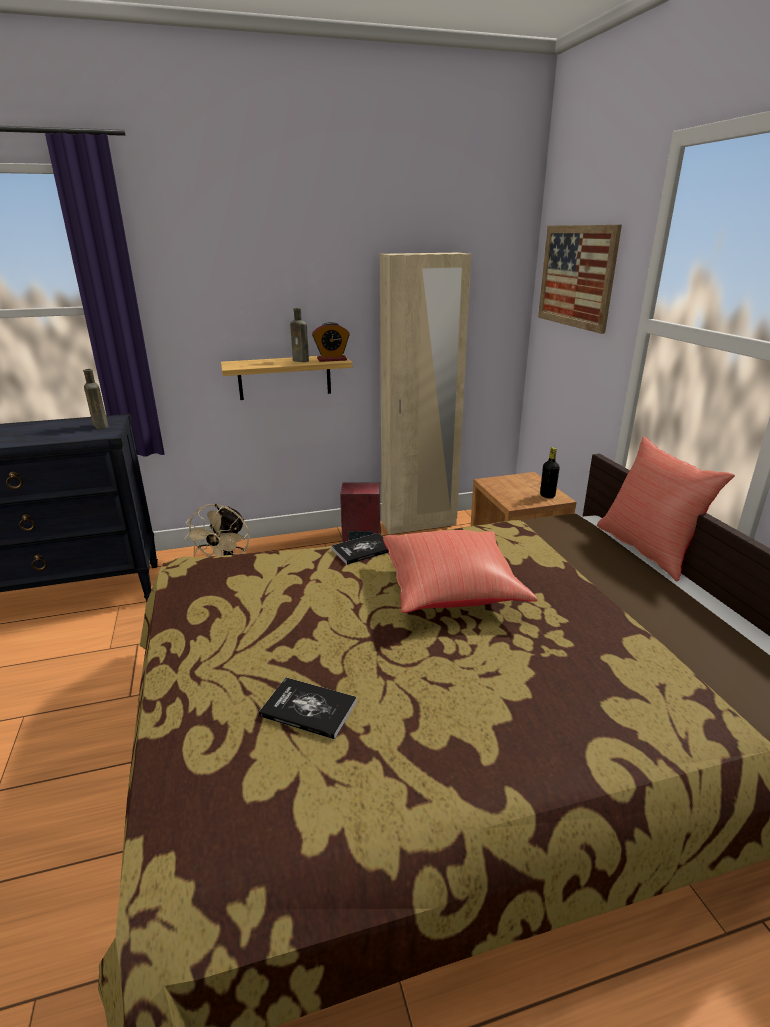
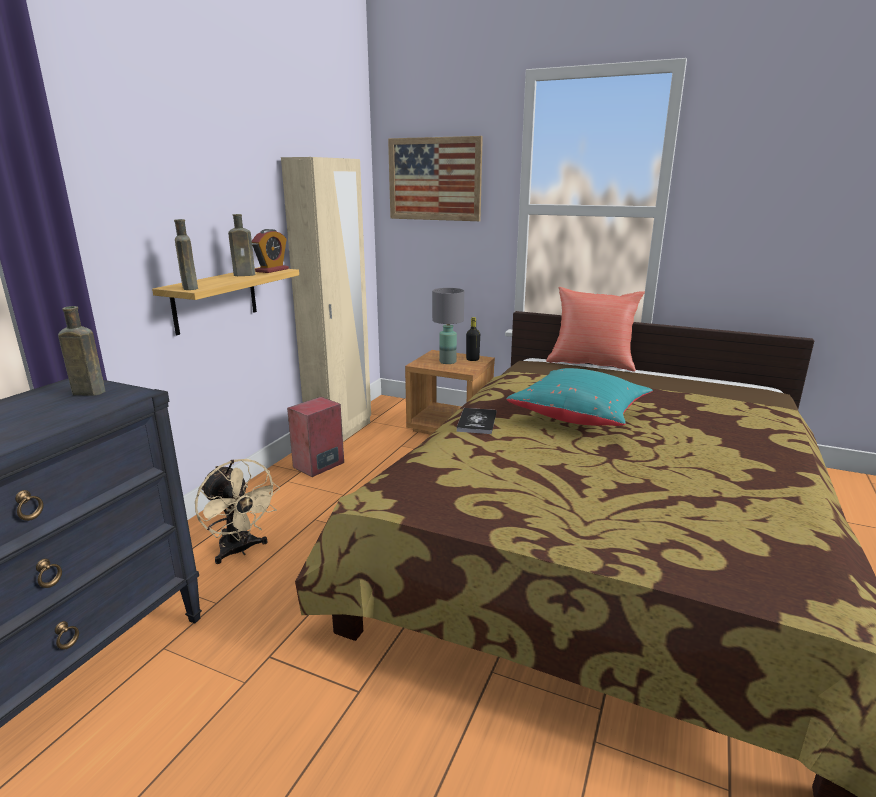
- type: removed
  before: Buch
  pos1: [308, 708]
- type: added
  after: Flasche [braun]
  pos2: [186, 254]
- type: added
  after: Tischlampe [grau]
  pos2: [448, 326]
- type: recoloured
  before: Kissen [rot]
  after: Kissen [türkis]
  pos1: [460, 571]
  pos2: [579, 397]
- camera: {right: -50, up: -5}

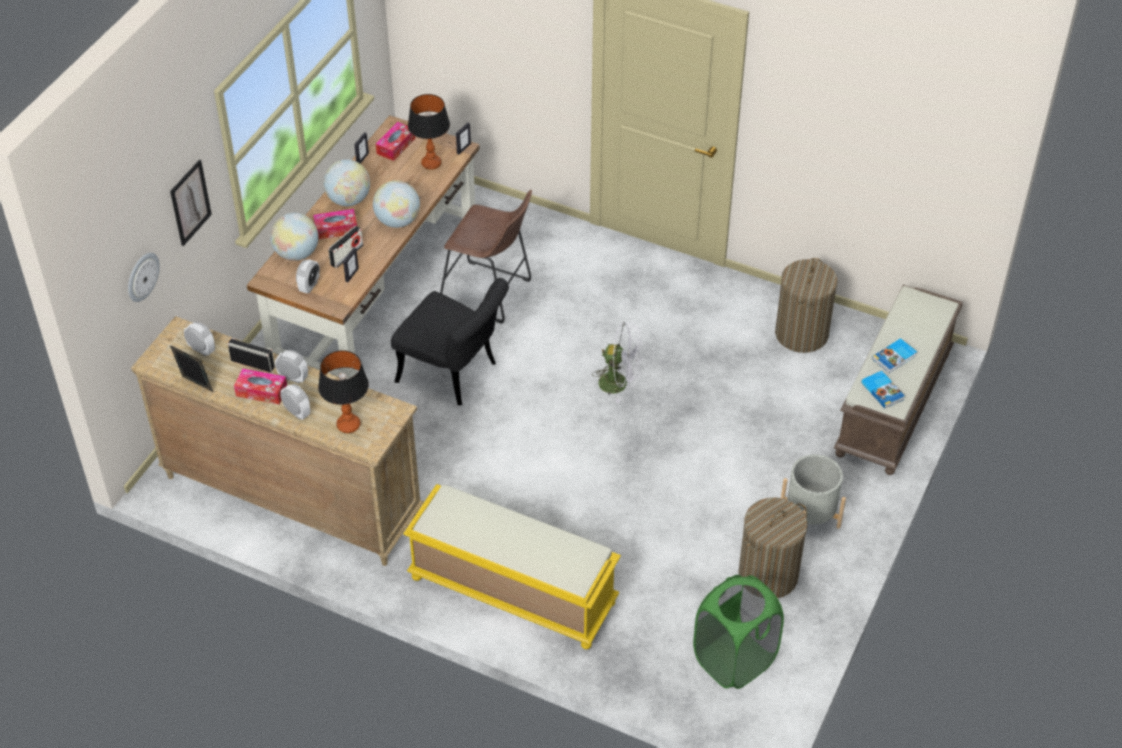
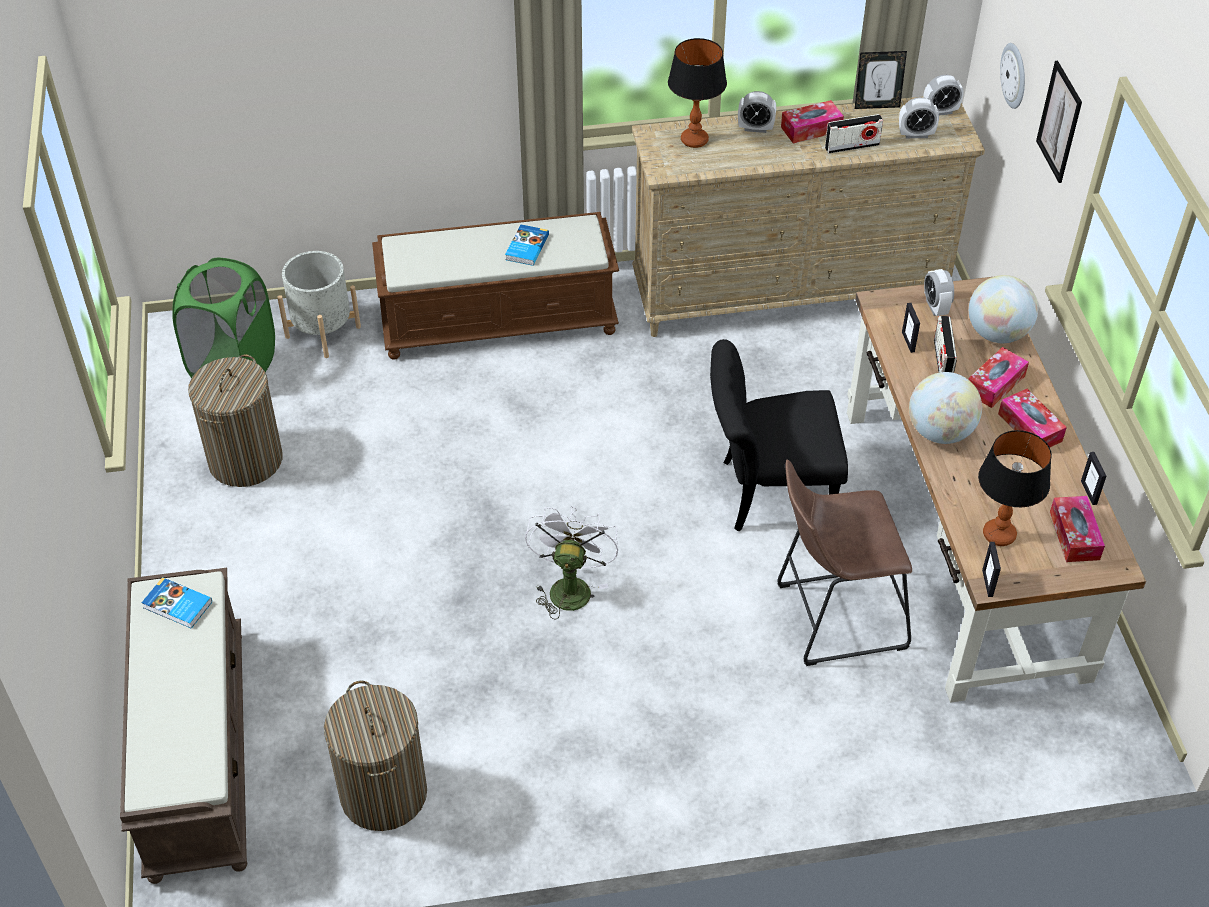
- type: moved
  before: Wecker
  pos1: [291, 366]
  pos2: [943, 95]
- type: moved
  before: Pflanzkübel [grau]
  pos1: [813, 491]
  pos2: [319, 304]
- type: moved
  before: Buch
  pos1: [894, 355]
  pos2: [527, 245]
- type: replaced
  before: Globus
  after: Taschentuchbox
  pos1: [346, 182]
  pos2: [1032, 418]
- type: recoloured
  before: Bank [gelb]
  after: Bank [braun]
  pos1: [512, 566]
  pos2: [495, 286]
- type: turned
  before: Ventilator [weiß]
  pos1: [617, 362]
  pos2: [571, 563]
  turn: 120
- camera: {right: 145, up: 0}

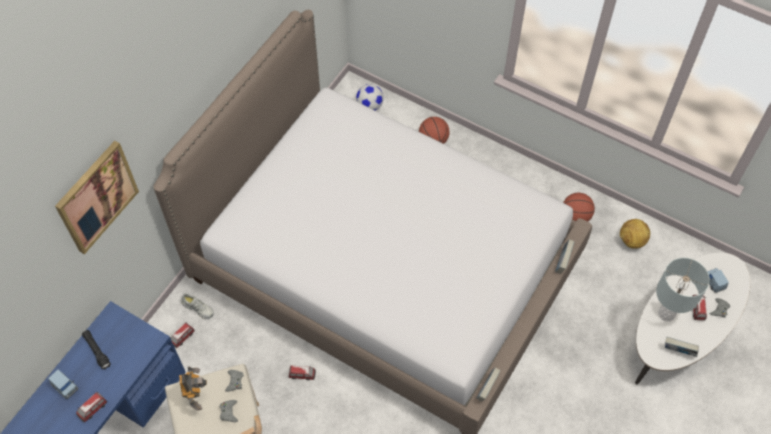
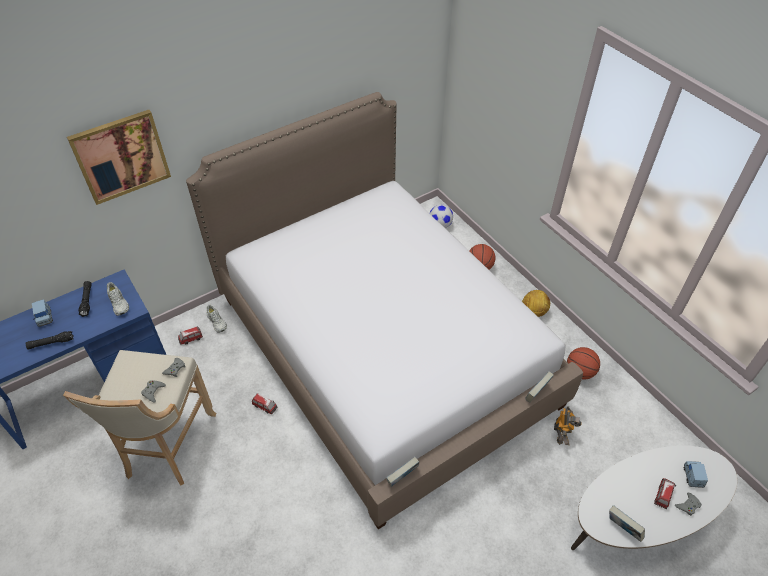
- type: removed
  before: Tischlampe [grau]
  pos1: [683, 289]
- type: added
  after: Schuh [weiß]
  pos2: [118, 299]
- type: moved
  before: Spielzeugroboter
  pos1: [193, 388]
  pos2: [568, 425]
- type: moved
  before: Fußball
  pos1: [635, 233]
  pos2: [536, 303]
- type: replaced
  before: Spielzeugauto
  after: Taschenlampe [schwarz]
  pos1: [92, 407]
  pos2: [50, 340]
- camera: {right: 25, up: -10}

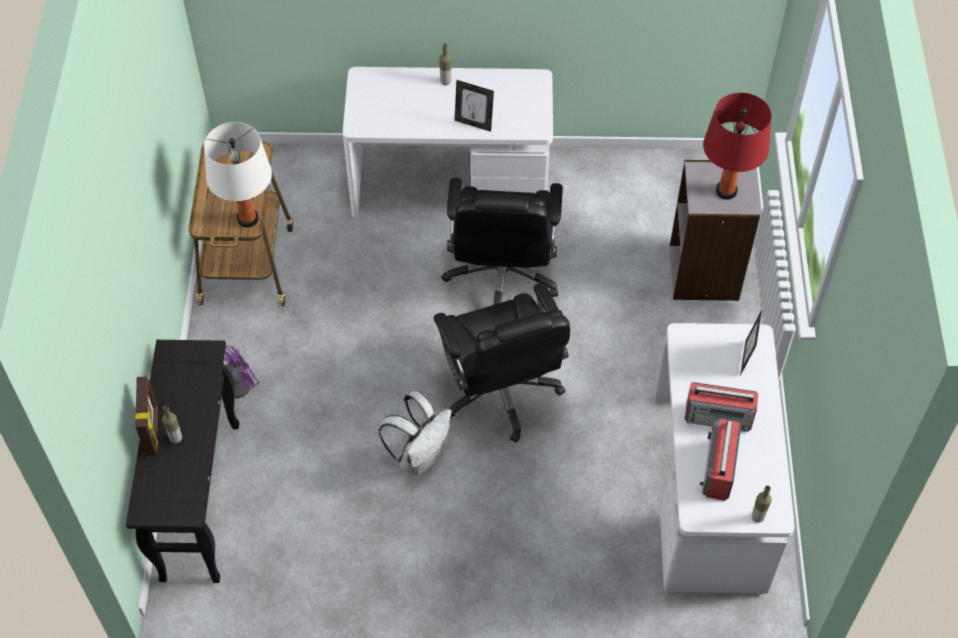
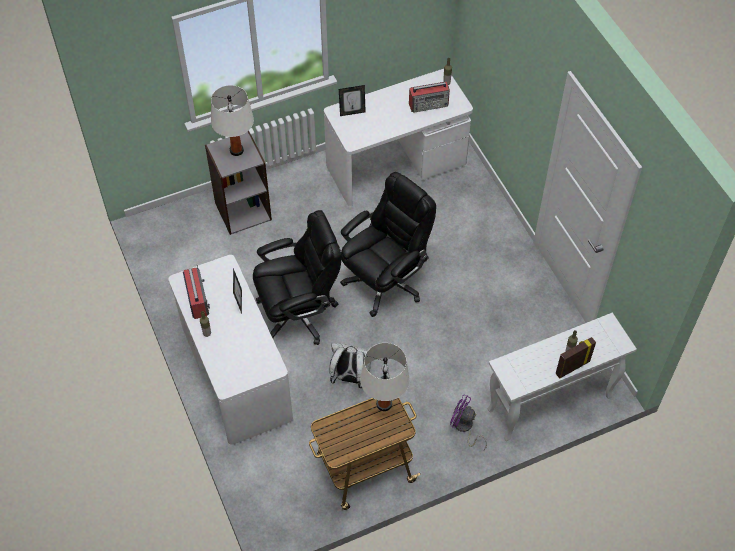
- type: moved
  before: Rucksack [weiß]
  pos1: [415, 433]
  pos2: [350, 365]
- type: moved
  before: Radio
  pos1: [721, 407]
  pos2: [196, 292]
- type: recoloured
  before: Konsolentisch [schwarz]
  after: Konsolentisch [weiß]
  pos1: [182, 461]
  pos2: [562, 377]
- type: recoloured
  before: Tischlampe [rot]
  after: Tischlampe [weiß]
  pos1: [737, 146]
  pos2: [232, 120]
- camera: {right: -115, up: 0}

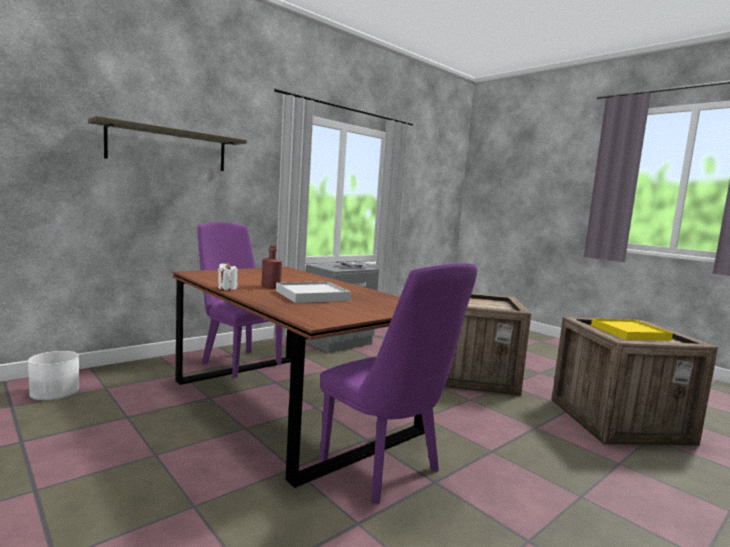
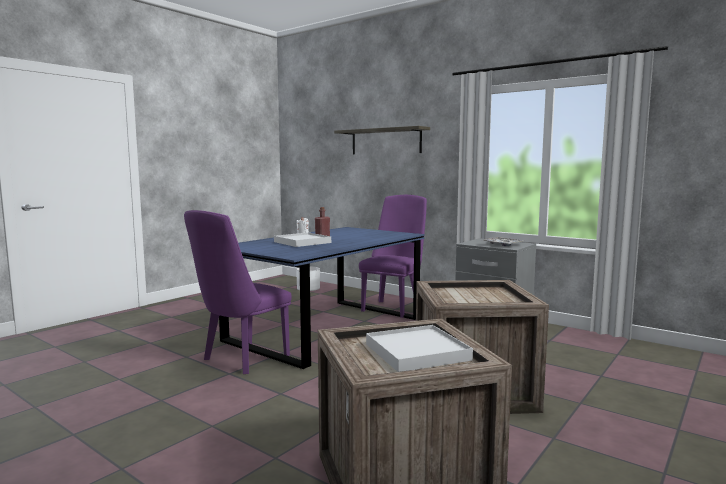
- type: recoloured
  before: Esstisch [braun]
  after: Esstisch [blau]
  pos1: [299, 377]
  pos2: [322, 298]
- type: recoloured
  before: Tablett [gelb]
  after: Tablett [weiß]
  pos1: [632, 329]
  pos2: [419, 348]
- camera: {right: 80, up: 0}

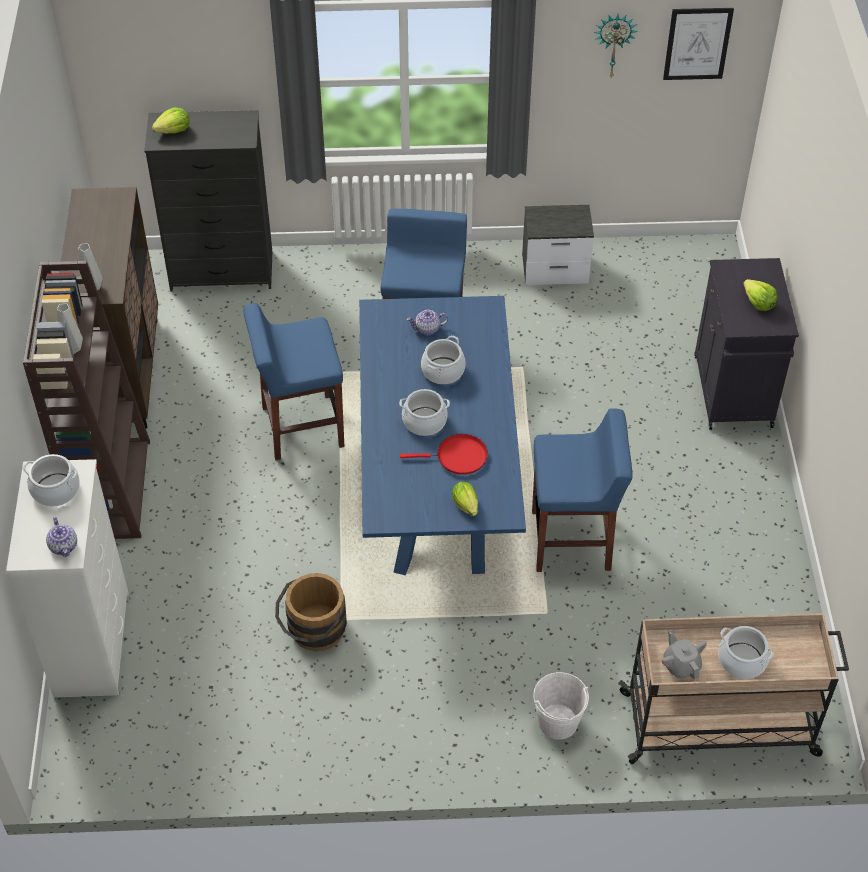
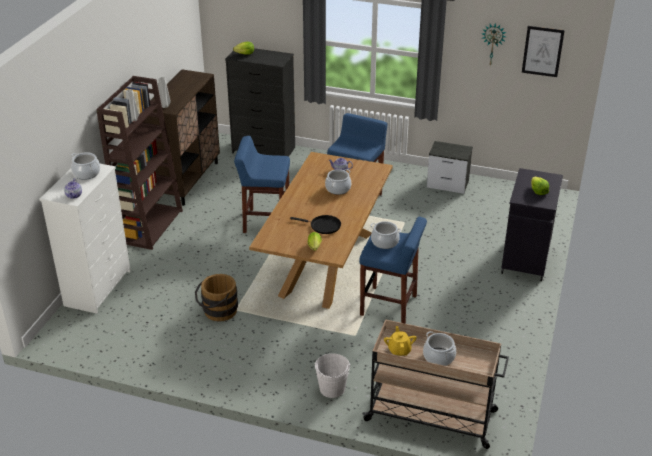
- type: moved
  before: Kochtopf
  pos1: [424, 412]
  pos2: [385, 235]
- type: recoloured
  before: Esstisch [blau]
  after: Esstisch [braun]
  pos1: [442, 435]
  pos2: [321, 230]
- type: recoloured
  before: Pfanne [rot]
  after: Pfanne [schwarz]
  pos1: [444, 454]
  pos2: [315, 224]
- type: recoloured
  before: Teekanne [grau]
  after: Teekanne [gelb]
  pos1: [684, 654]
  pos2: [400, 341]
- camera: {right: 20, up: -15}

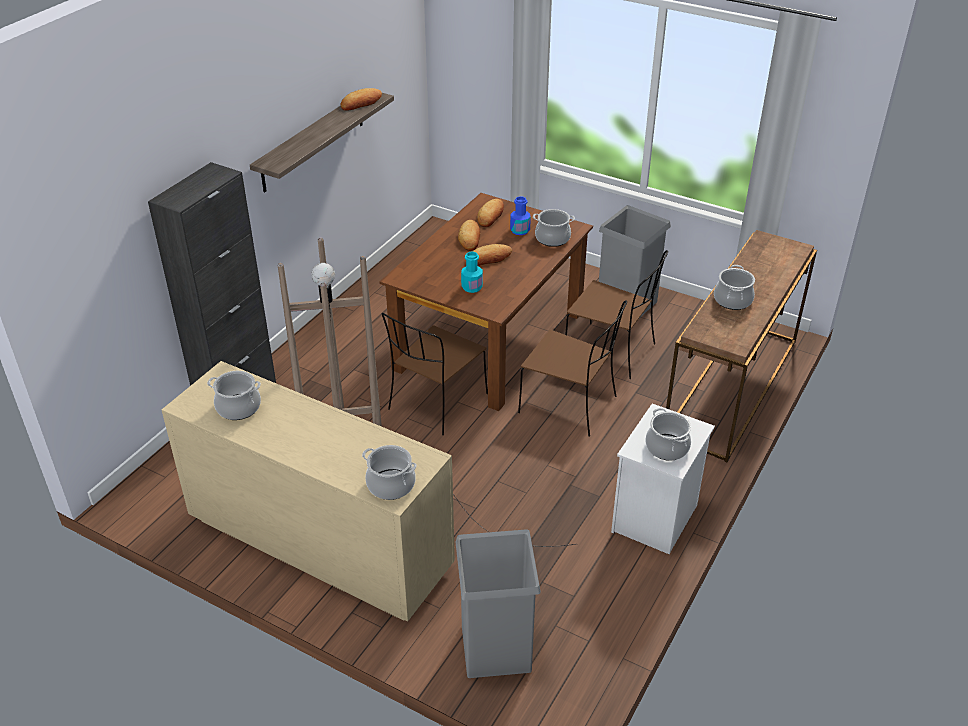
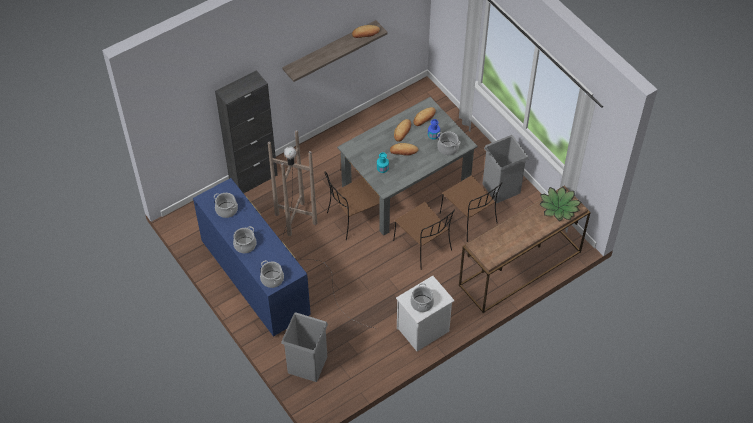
- type: added
  after: Topfpflanze
  pos2: [560, 204]
- type: moved
  before: Kochtopf
  pos1: [734, 287]
  pos2: [245, 239]
- type: recoloured
  before: Kommode [beige]
  after: Kommode [blau]
  pos1: [308, 491]
  pos2: [252, 257]
- type: recoloured
  before: Esstisch [braun]
  after: Esstisch [grau]
  pos1: [486, 302]
  pos2: [407, 166]
- camera: {right: 25, up: 15}

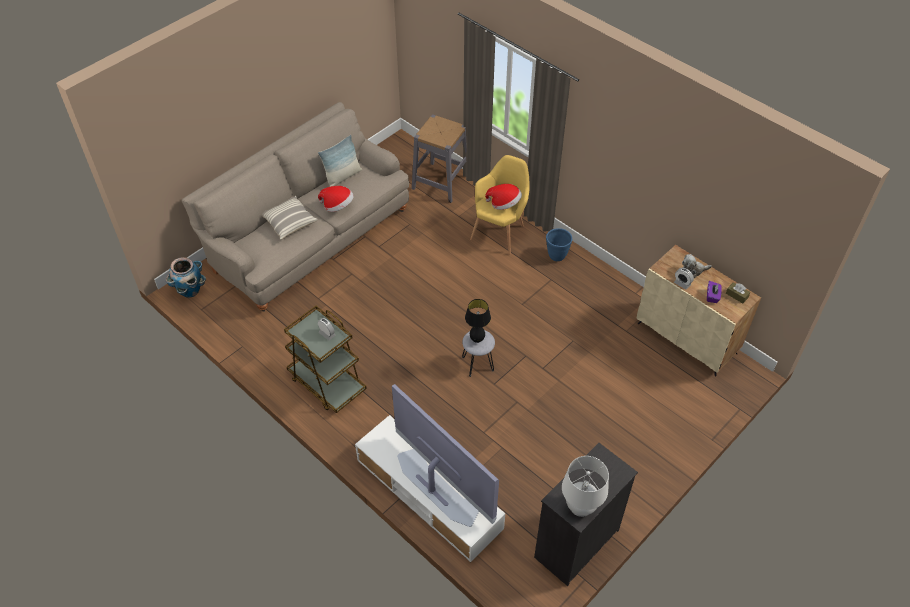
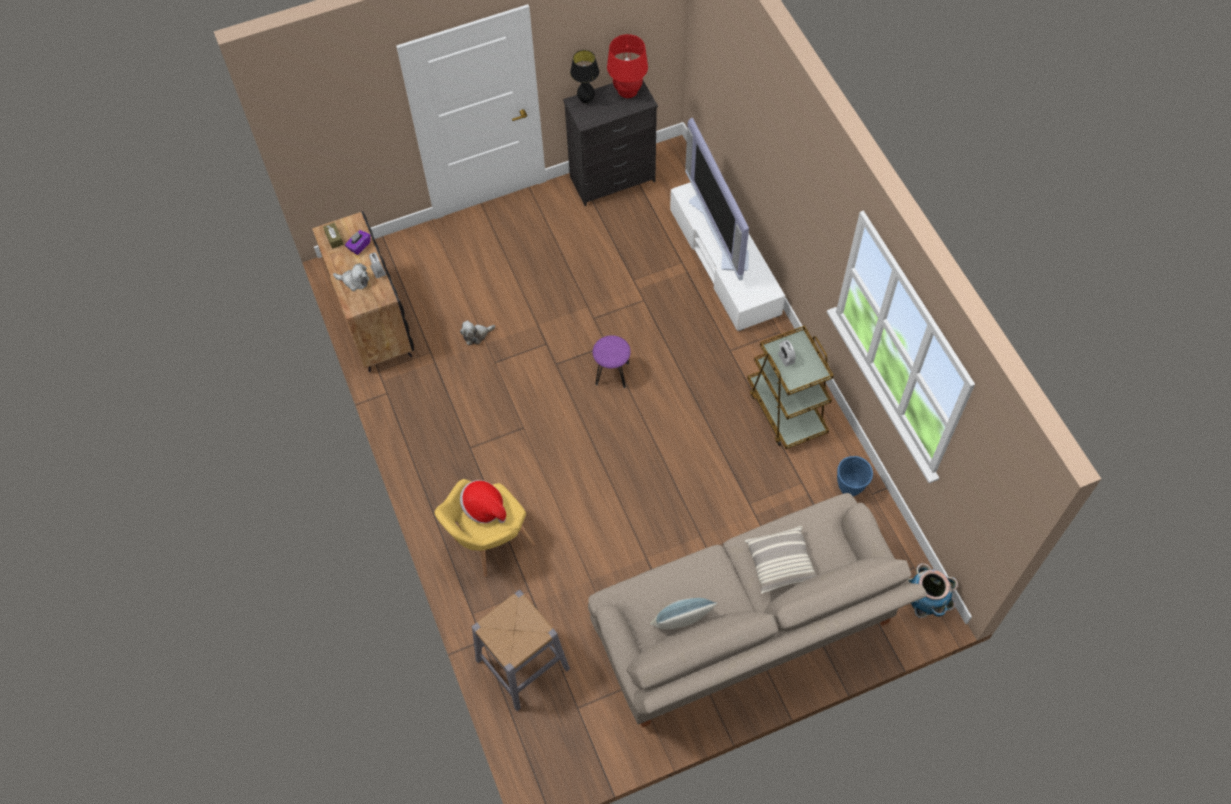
- type: removed
  before: Hut
  pos1: [336, 199]
- type: added
  after: Plüschtier
  pos2: [477, 332]
- type: moved
  before: Tischlampe [schwarz]
  pos1: [478, 321]
  pos2: [584, 77]
- type: moved
  before: Pflanzkübel [blau]
  pos1: [559, 244]
  pos2: [855, 476]
- type: recoloured
  before: Hocker [grau]
  after: Hocker [lila]
  pos1: [478, 353]
  pos2: [612, 361]
- type: recoloured
  before: Tischlampe [weiß]
  after: Tischlampe [rot]
  pos1: [585, 486]
  pos2: [627, 66]
- type: recoloured
  before: Schrank [beige]
  after: Schrank [schwarz]
  pos1: [698, 311]
  pos2: [363, 291]
- camera: {right: -155, up: 10}

